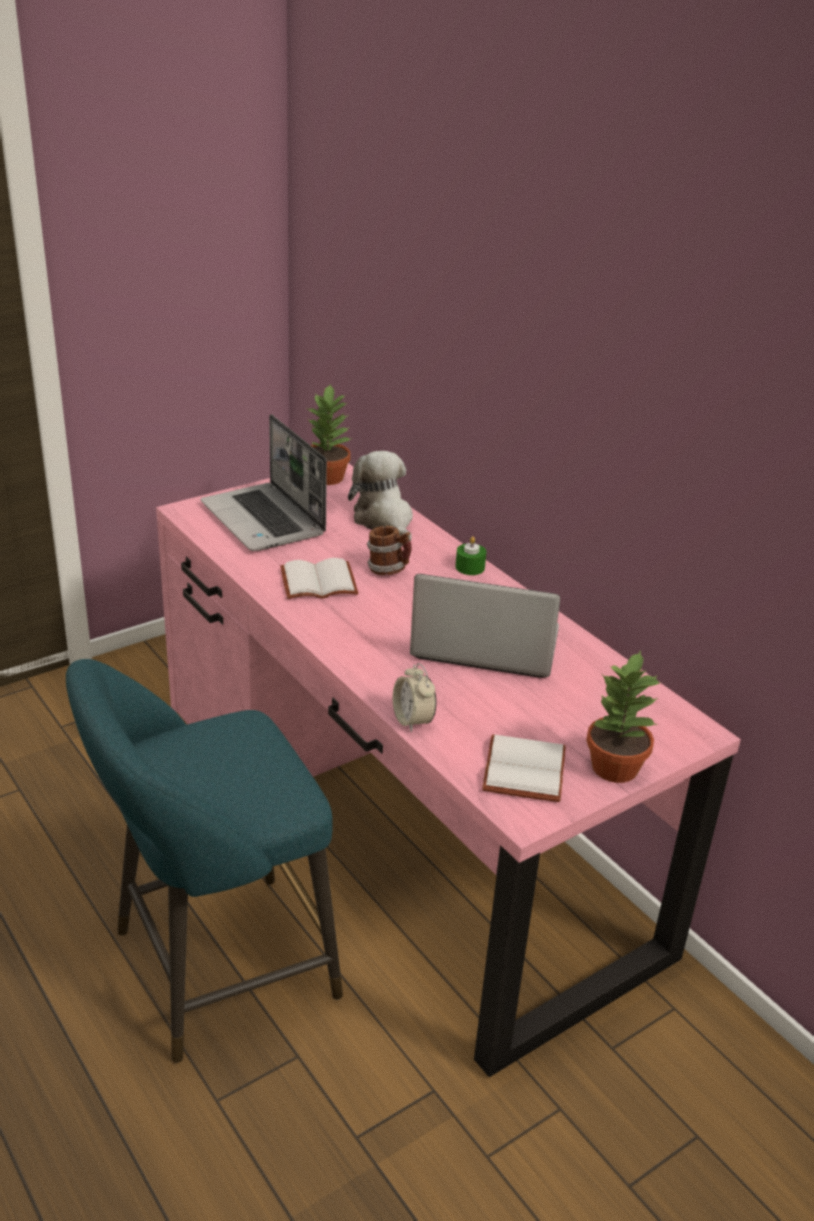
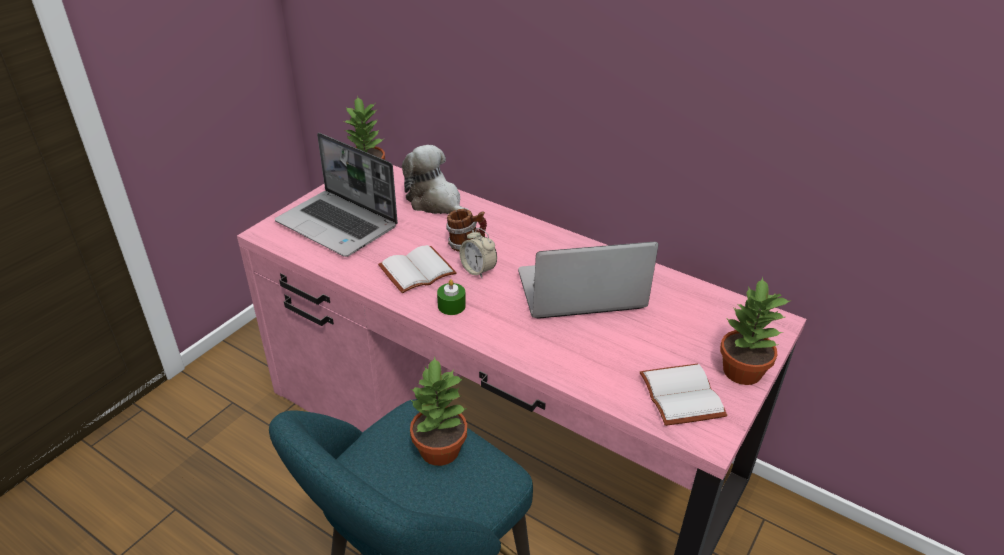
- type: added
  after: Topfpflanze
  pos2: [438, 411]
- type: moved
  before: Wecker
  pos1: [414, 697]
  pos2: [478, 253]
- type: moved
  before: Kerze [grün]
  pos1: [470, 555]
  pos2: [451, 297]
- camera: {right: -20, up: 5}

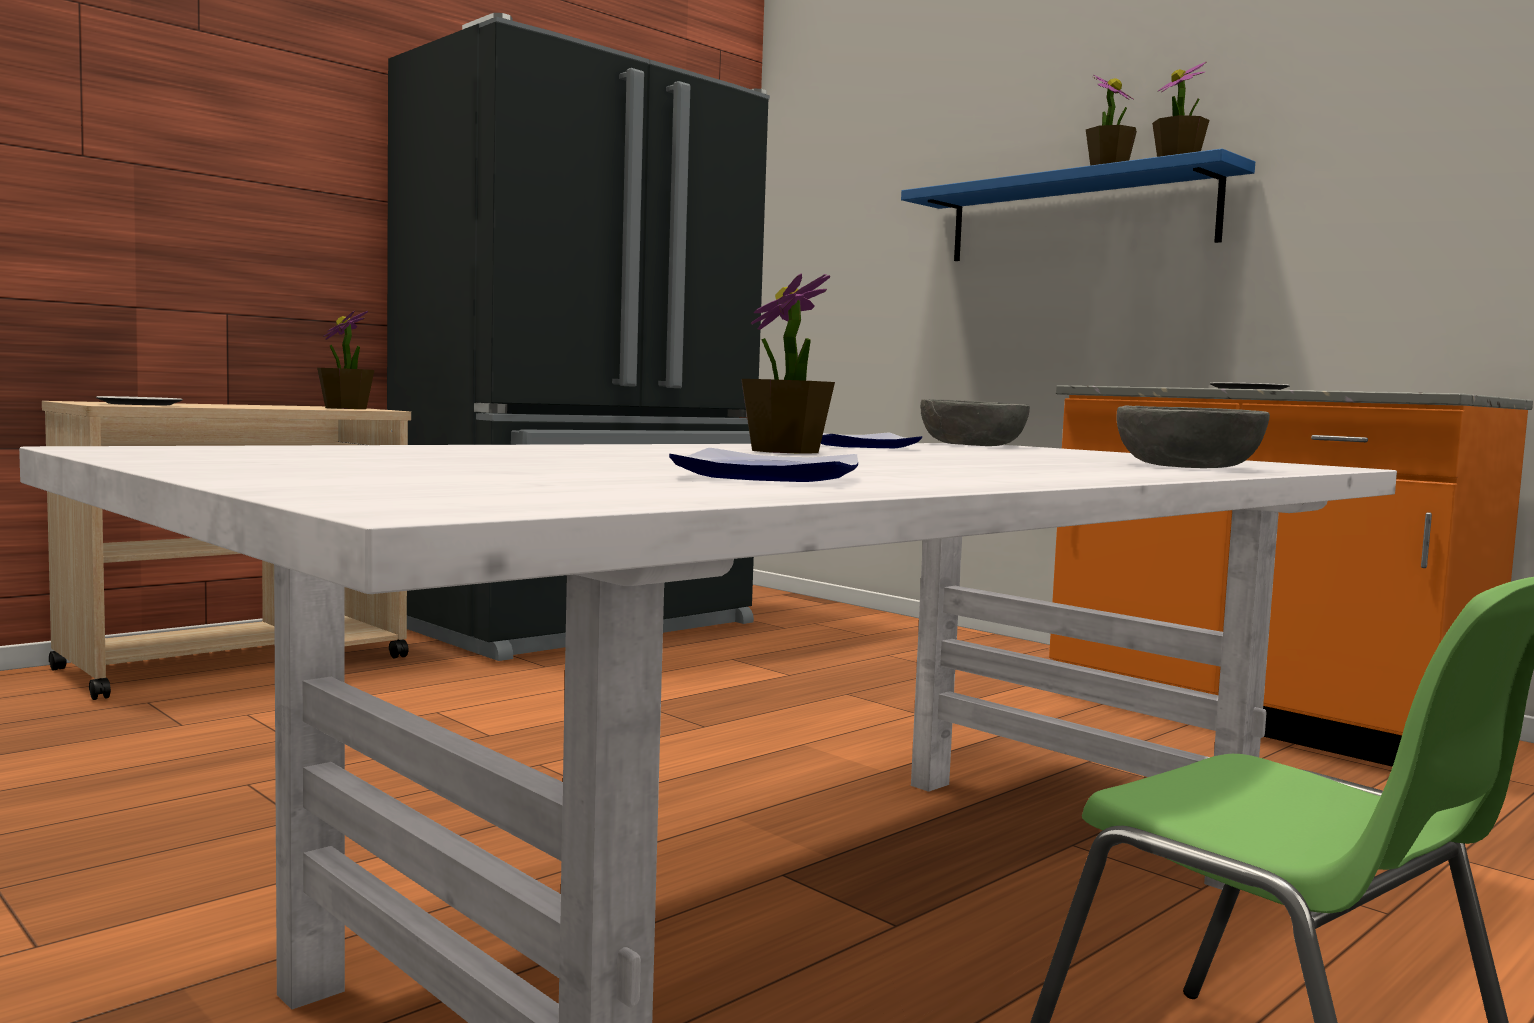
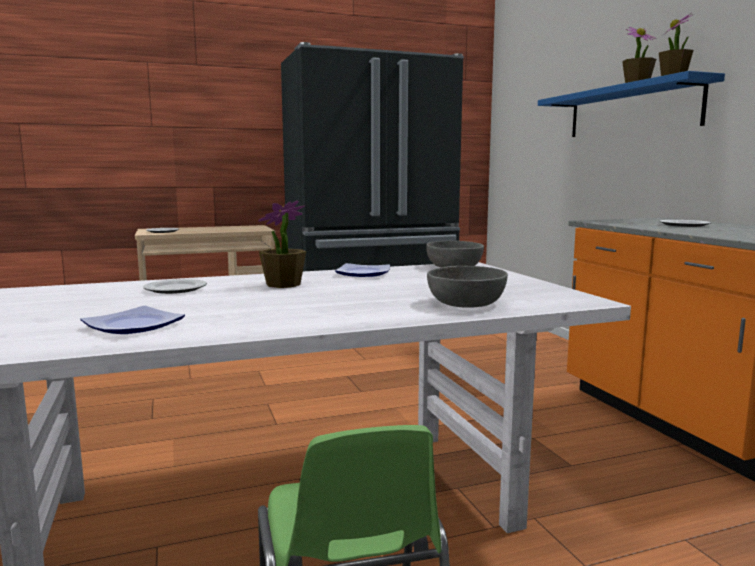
- type: removed
  before: Topfpflanze
  pos1: [346, 360]
- type: added
  after: Teller
  pos2: [175, 286]
- camera: {right: 25, up: 5}

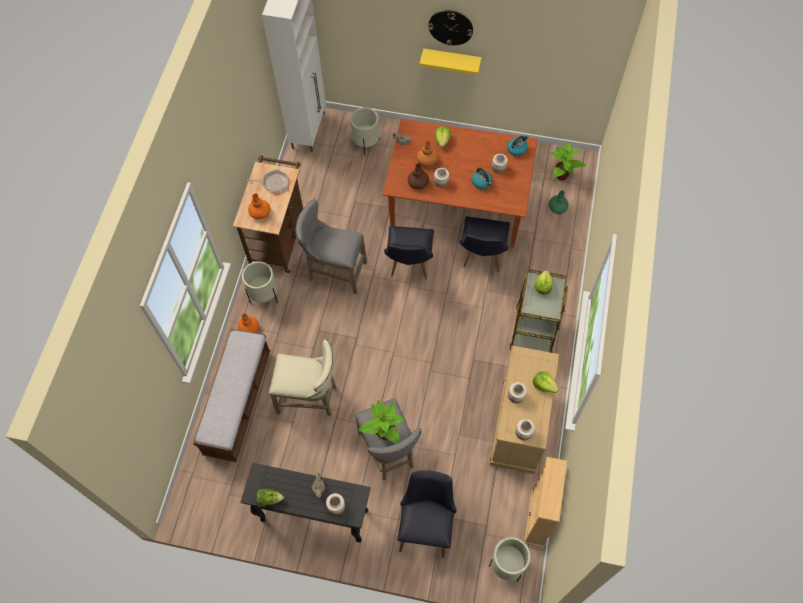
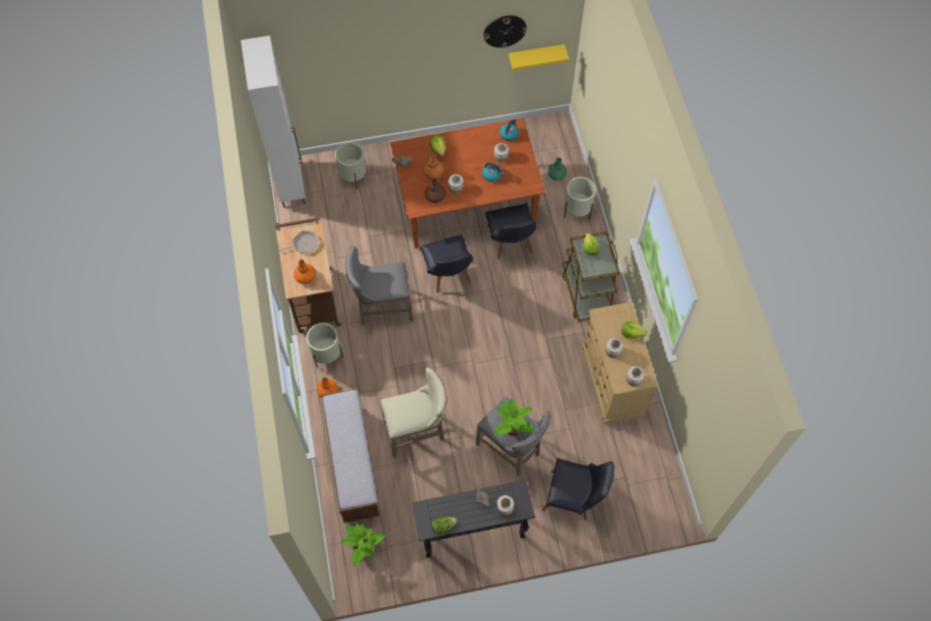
- type: removed
  before: Bücherregal [beige]
  pos1: [545, 502]
- type: moved
  before: Wandregal [gelb]
  pos1: [450, 61]
  pos2: [539, 57]
- type: moved
  before: Wanduhr
  pos1: [450, 28]
  pos2: [505, 31]
- type: moved
  before: Pflanzkübel [beige]
  pos1: [509, 559]
  pos2: [580, 198]
- type: moved
  before: Topfpflanze
  pos1: [568, 161]
  pos2: [363, 545]
- type: turned
  before: Stuhl [schwarz]
  pos1: [426, 514]
  pos2: [578, 489]
  turn: 120
- camera: {right: -25, up: 0}

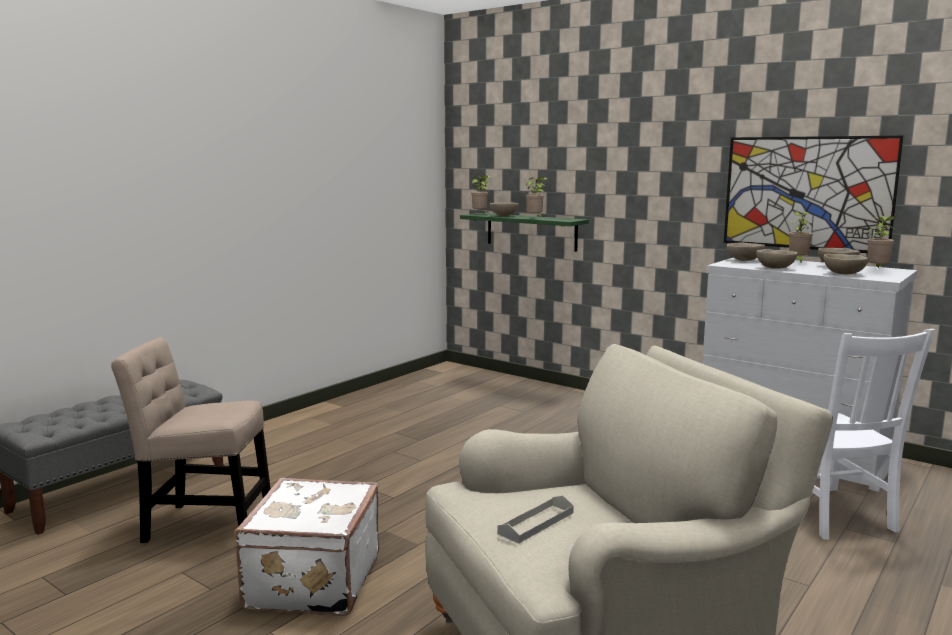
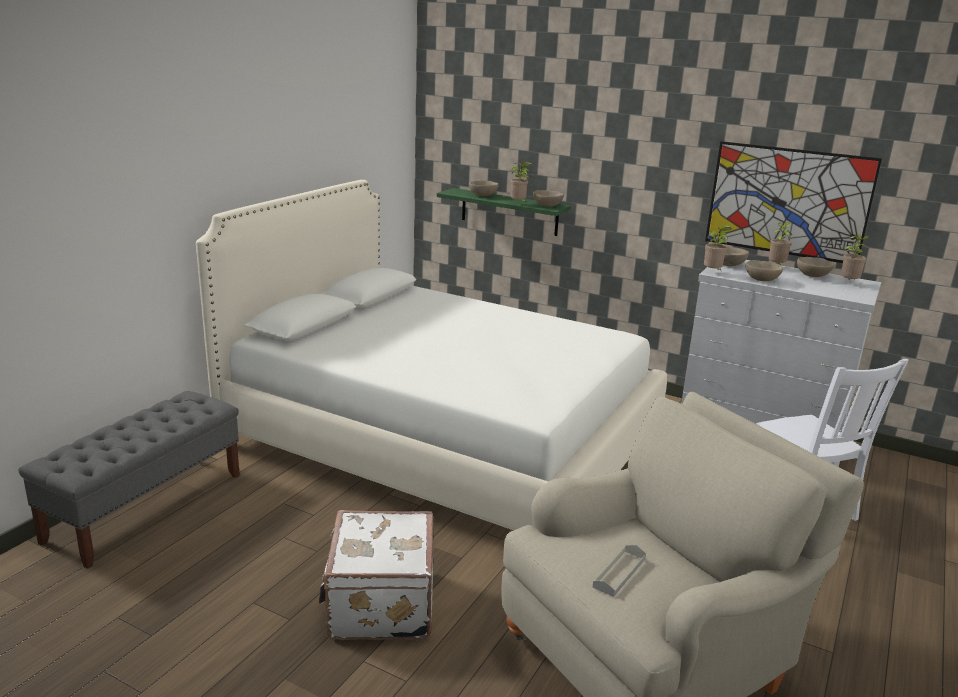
- type: removed
  before: Stuhl [beige]
  pos1: [191, 440]
- type: added
  after: Bett [weiß]
  pos2: [431, 355]
- type: moved
  before: Topfpflanze
  pos1: [481, 193]
  pos2: [718, 247]
- type: moved
  before: Schüssel [beige]
  pos1: [846, 264]
  pos2: [548, 198]
- camera: {right: -10, up: 10}

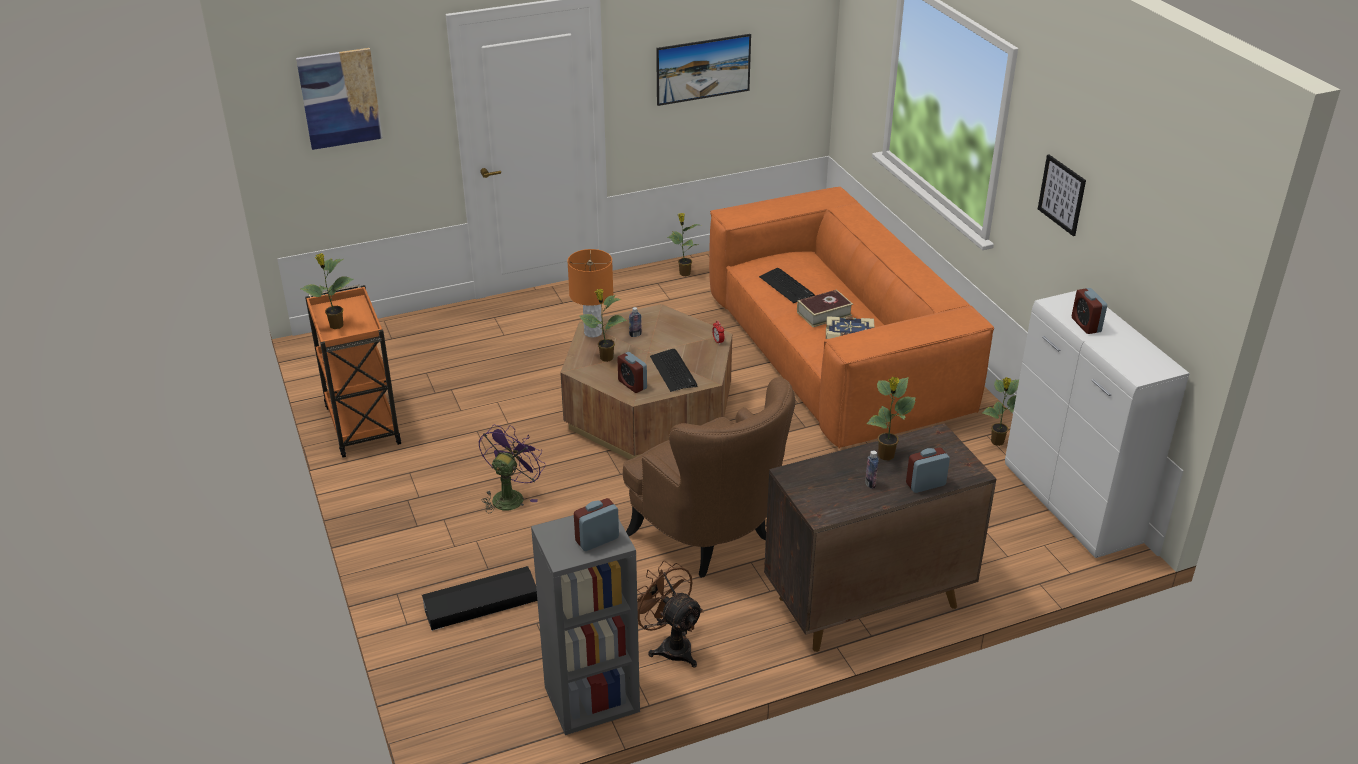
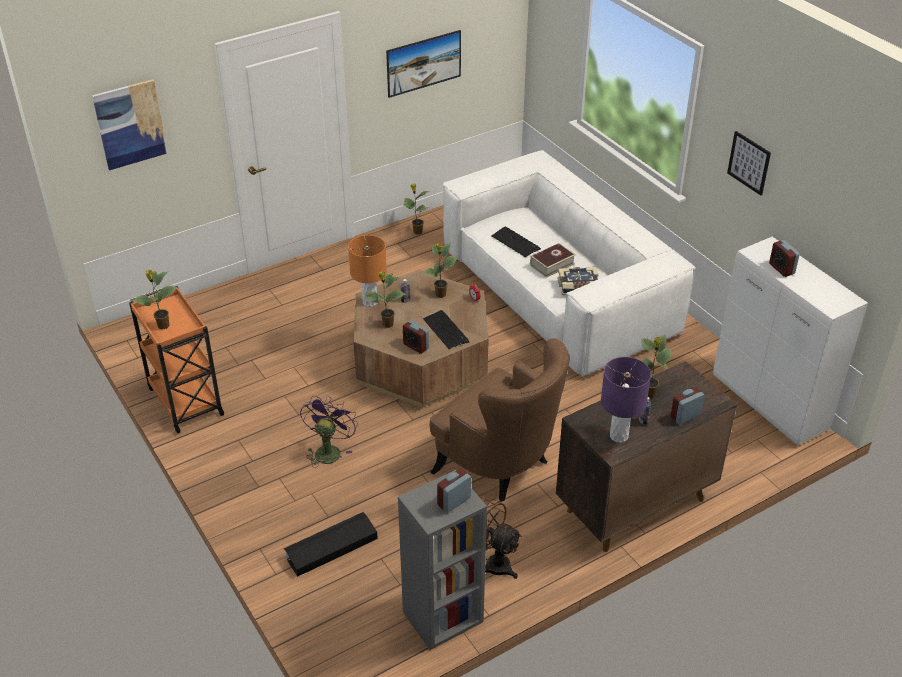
- type: added
  after: Tischlampe [lila]
  pos2: [626, 400]
- type: moved
  before: Topfpflanze
  pos1: [1000, 411]
  pos2: [440, 270]
- type: recoloured
  before: Sofa [orange]
  after: Sofa [weiß]
  pos1: [851, 317]
  pos2: [569, 263]
- camera: {right: -10, up: 5}

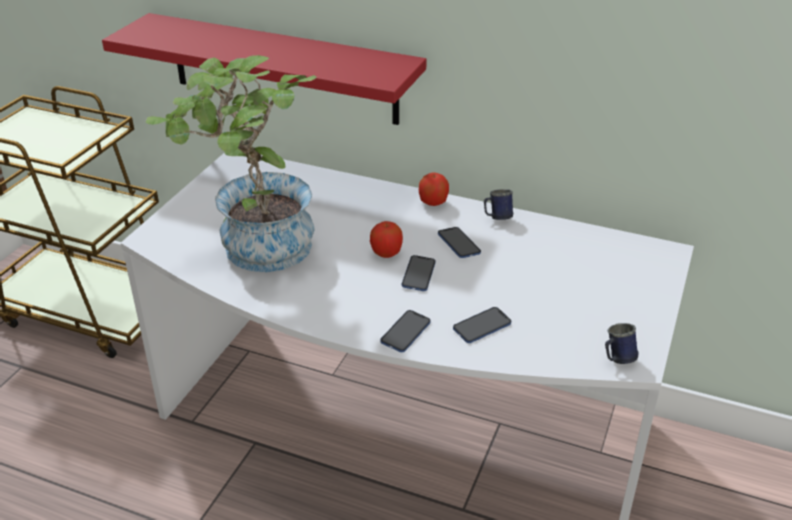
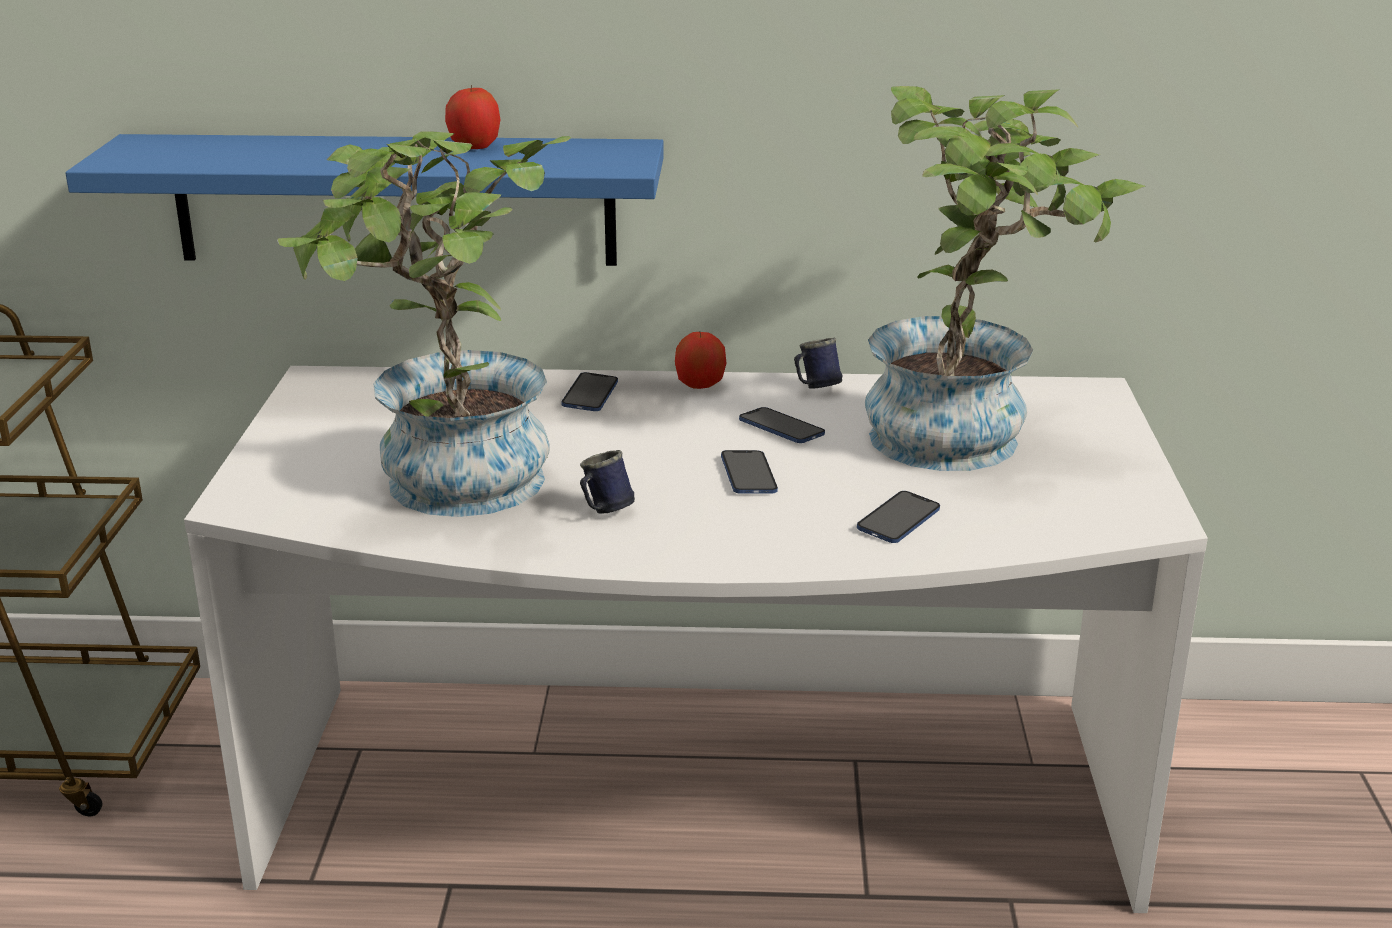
- type: added
  after: Topfpflanze
  pos2: [1005, 278]
- type: moved
  before: Apfel
  pos1: [386, 239]
  pos2: [473, 117]
- type: moved
  before: Handy
  pos1: [405, 331]
  pos2: [589, 391]
- type: moved
  before: Henkelbecher [blau]
  pos1: [622, 343]
  pos2: [607, 482]
- type: recoloured
  before: Wandregal [rot]
  after: Wandregal [blau]
  pos1: [264, 69]
  pos2: [364, 200]
- camera: {right: -20, up: -10}

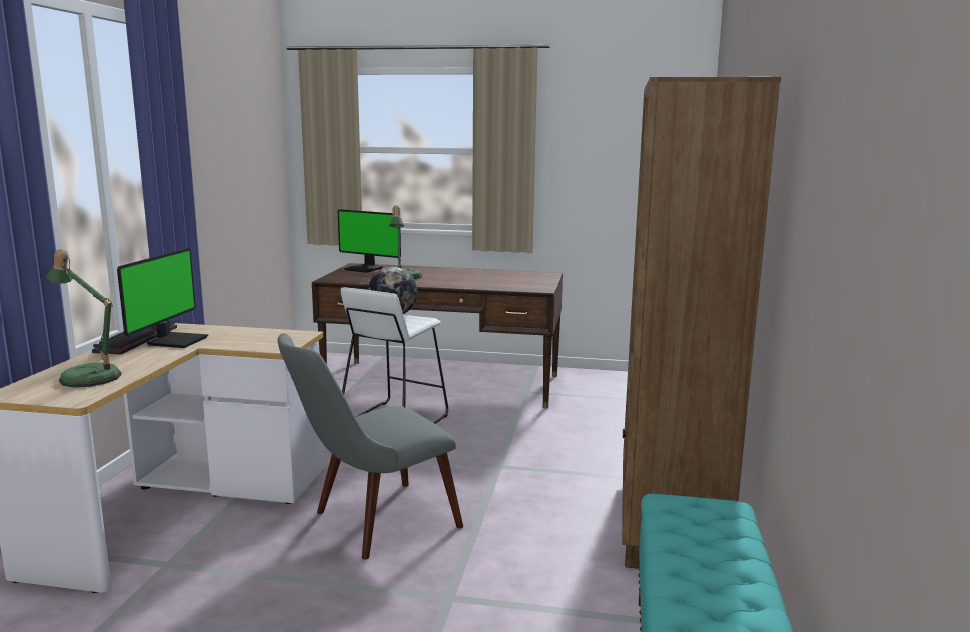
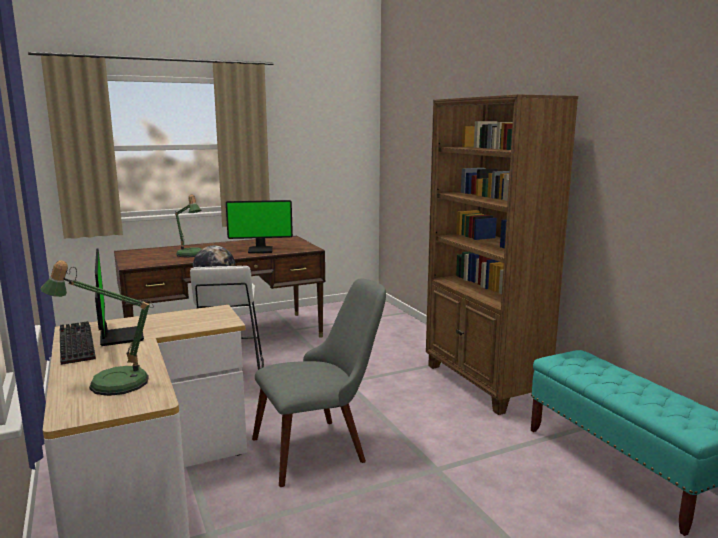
- type: moved
  before: Monitor
  pos1: [369, 241]
  pos2: [259, 227]
- type: turned
  before: Stuhl [grau]
  pos1: [370, 446]
  pos2: [319, 382]
  turn: -135
- camera: {right: -35, up: 0}

